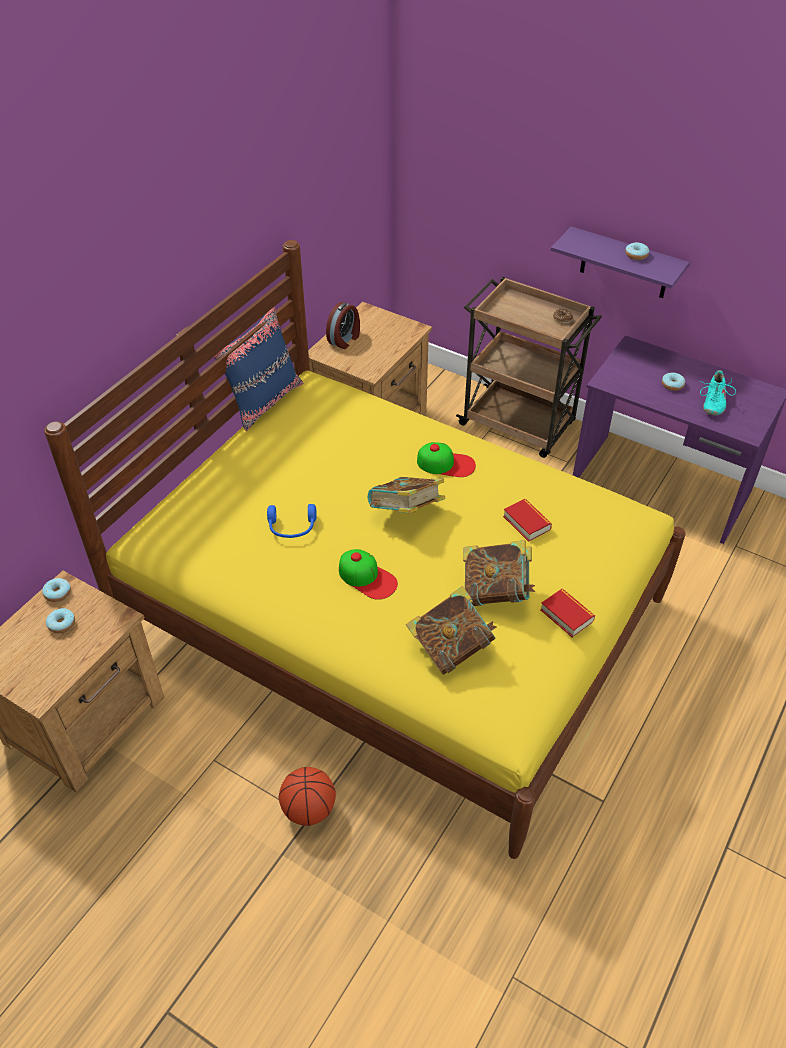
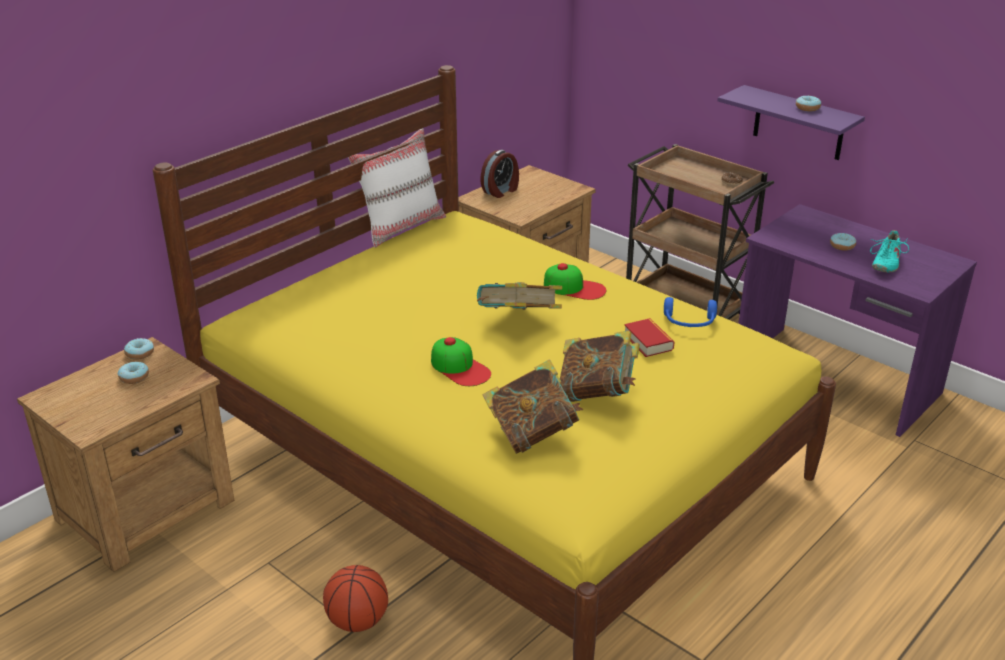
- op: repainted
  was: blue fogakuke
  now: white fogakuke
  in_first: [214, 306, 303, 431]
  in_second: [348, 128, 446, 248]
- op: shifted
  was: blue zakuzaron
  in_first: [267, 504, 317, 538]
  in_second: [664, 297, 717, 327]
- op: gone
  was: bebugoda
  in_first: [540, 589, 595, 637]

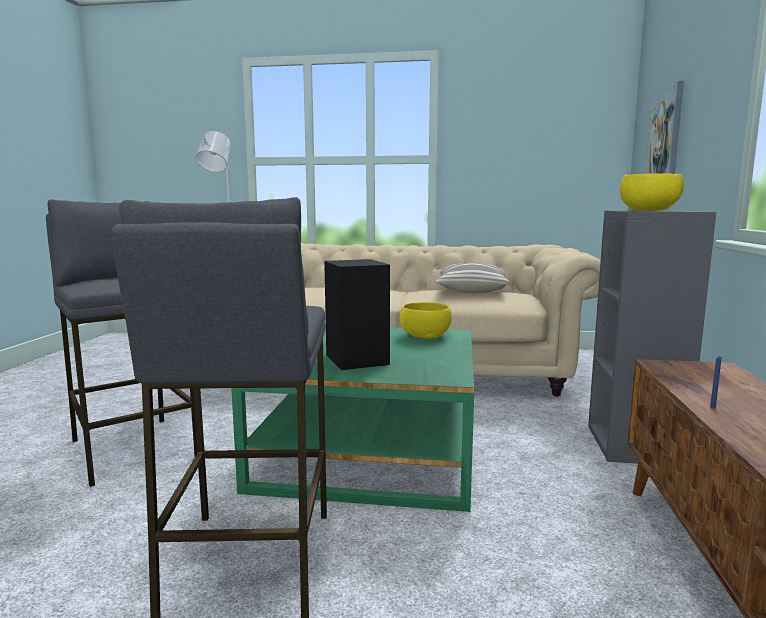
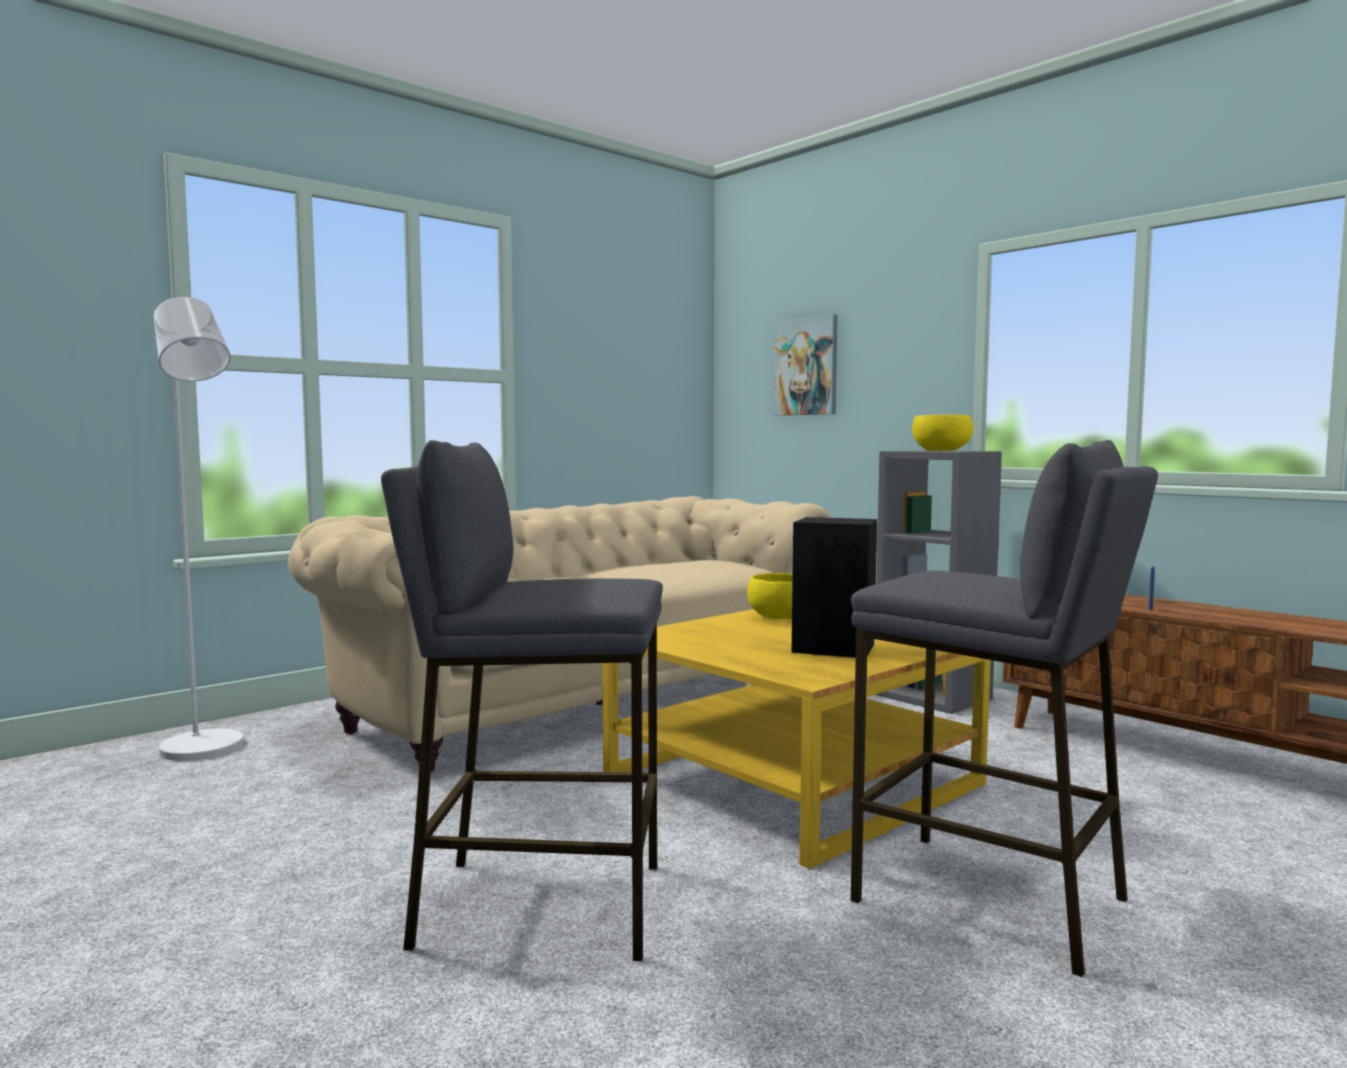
- op: repainted
  was: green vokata
  now: yellow vokata
  in_first: [231, 325, 474, 512]
  in_second: [602, 609, 990, 869]
- op: gone
  was: fogakuke
  in_first: [435, 263, 510, 293]

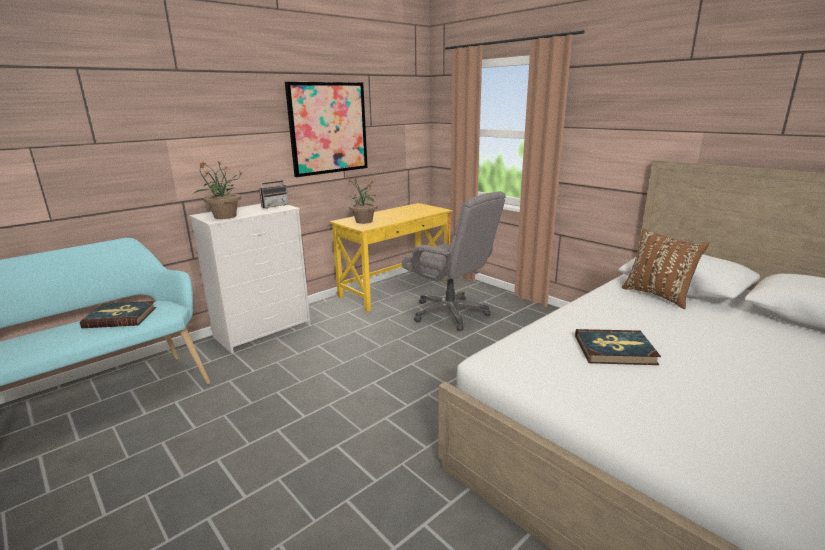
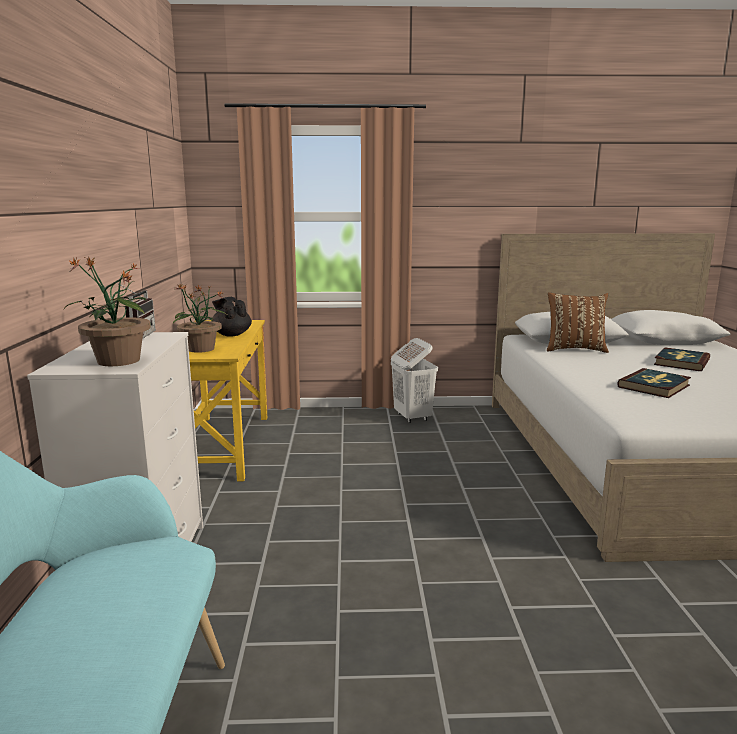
- op: shifted
  was: bebugoda
  in_first: [80, 301, 156, 328]
  in_second: [654, 347, 710, 371]
- op: gone
  was: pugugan
  in_first: [285, 82, 368, 177]
- op: gone
  was: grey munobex
  in_first: [402, 191, 506, 331]
- op: new
  now: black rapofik
  in_second: [212, 297, 252, 337]
- op: new
  now: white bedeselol
  in_second: [391, 338, 438, 423]

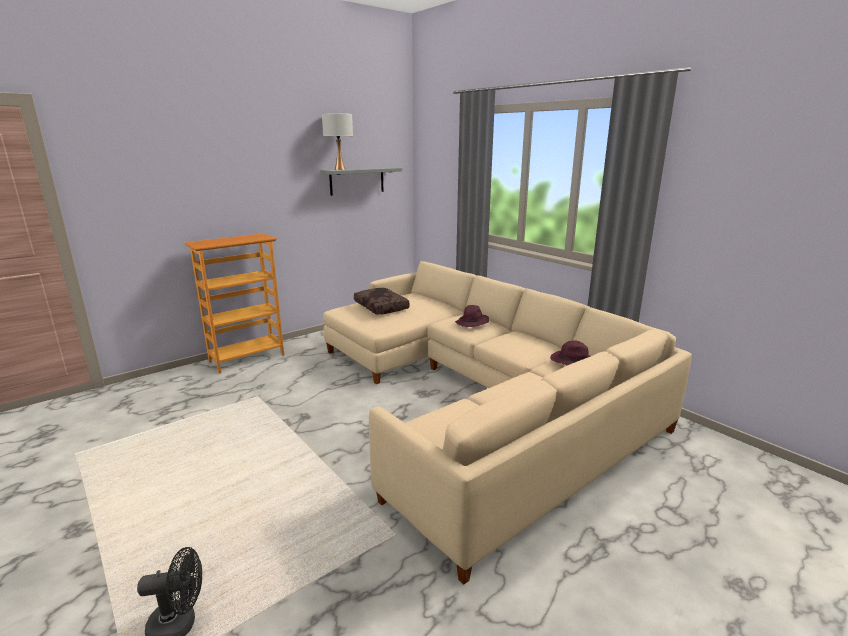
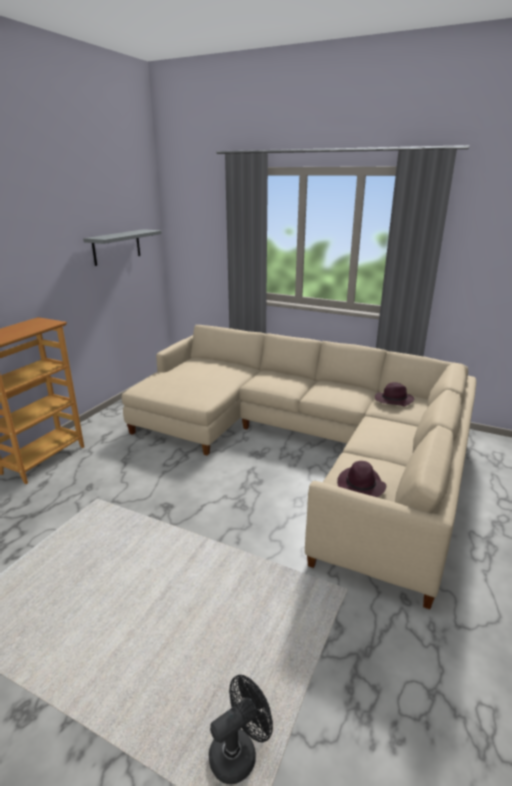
- op: gone
  was: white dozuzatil
  in_first: [322, 113, 353, 170]
- op: gone
  was: brown fogakuke
  in_first: [354, 288, 410, 315]
- op: shifted
  was: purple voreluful
  in_first: [455, 305, 489, 327]
  in_second: [337, 461, 386, 497]

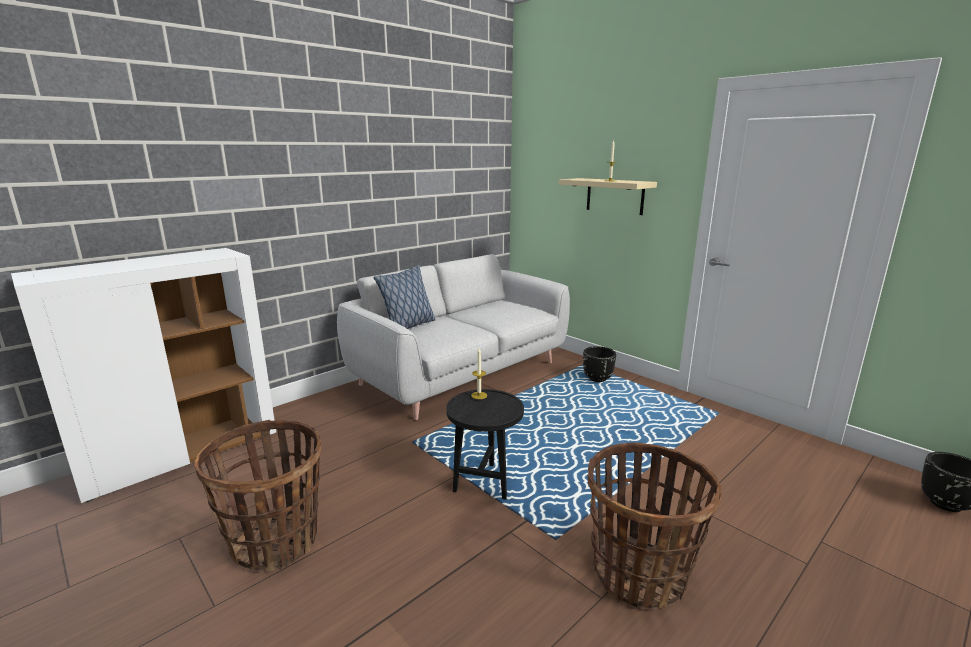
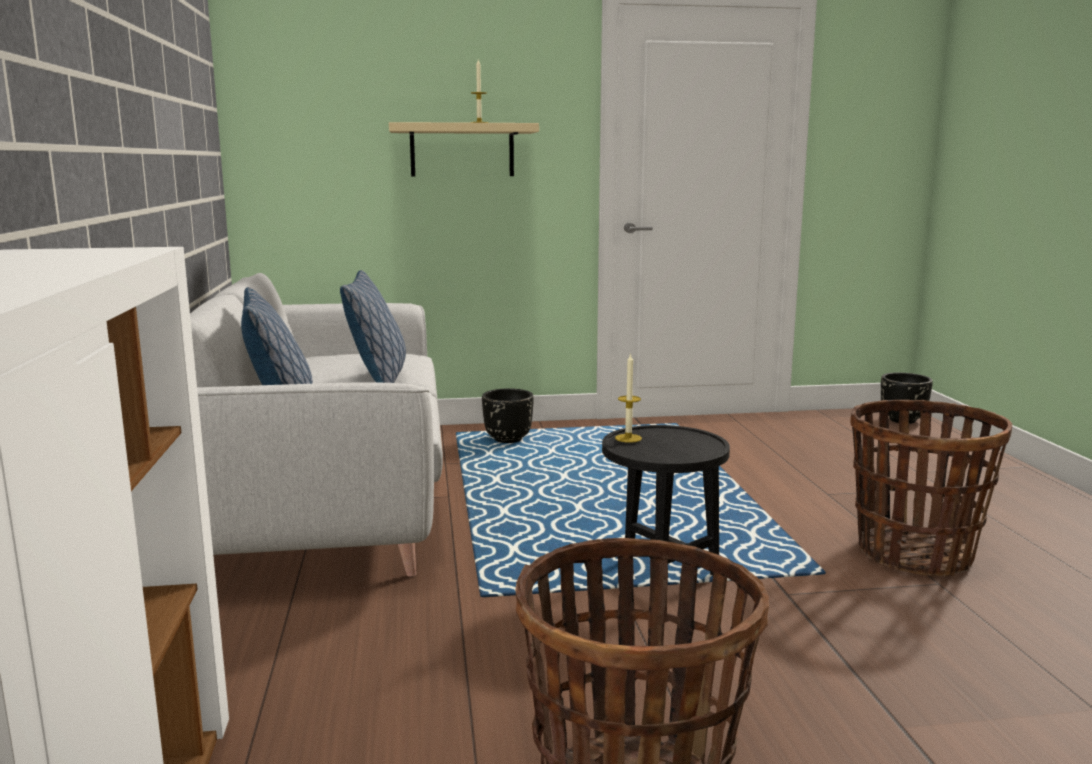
- op: new
  now: fogakuke
  in_second: [340, 270, 406, 383]

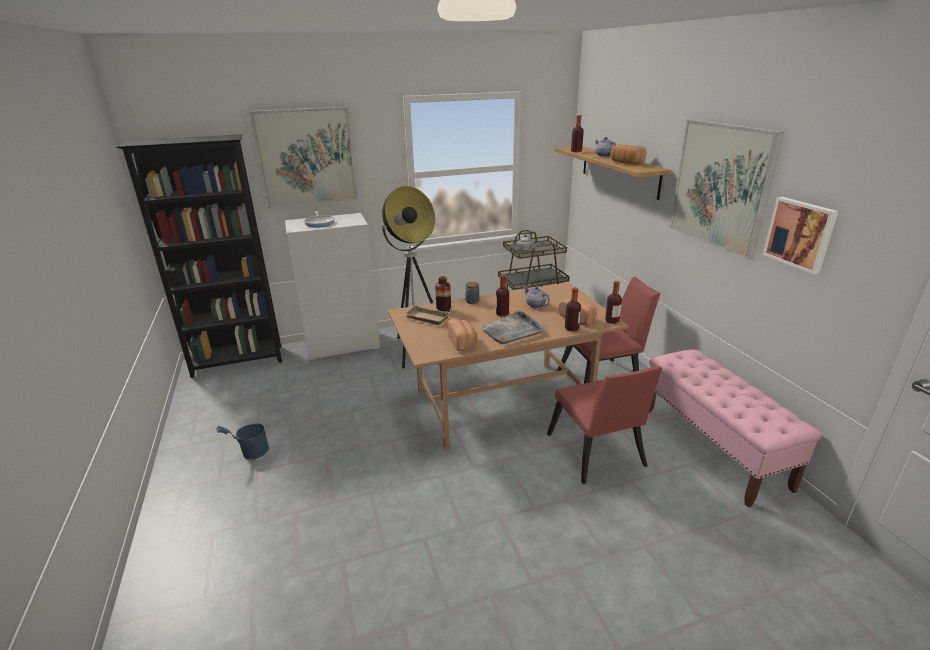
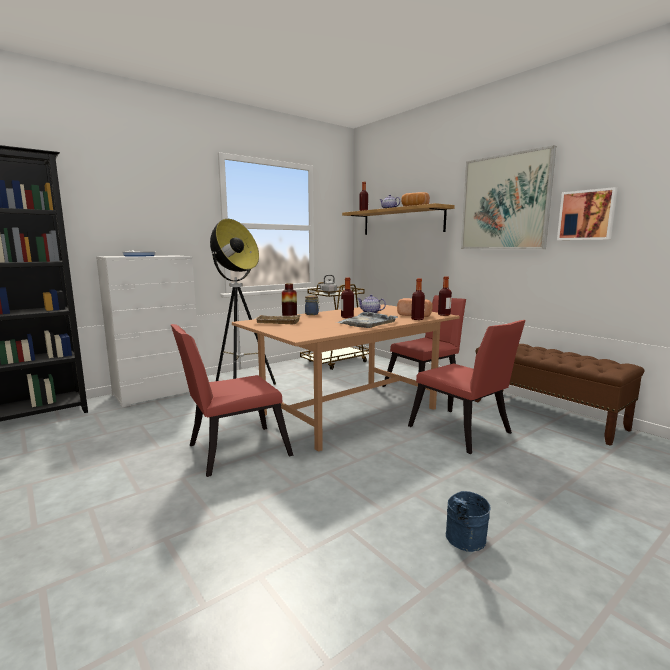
- op: shifted
  was: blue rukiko
  in_first: [216, 423, 269, 459]
  in_second: [446, 491, 491, 552]
- op: gone
  was: pugugan
  in_first: [249, 107, 358, 208]
- op: gone
  was: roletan
  in_first: [447, 319, 477, 351]
- op: repainted
  was: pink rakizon
  now: brown rakizon
  in_first: [649, 349, 822, 507]
  in_second: [475, 344, 644, 446]
- op: new
  now: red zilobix
  in_second: [171, 324, 293, 477]

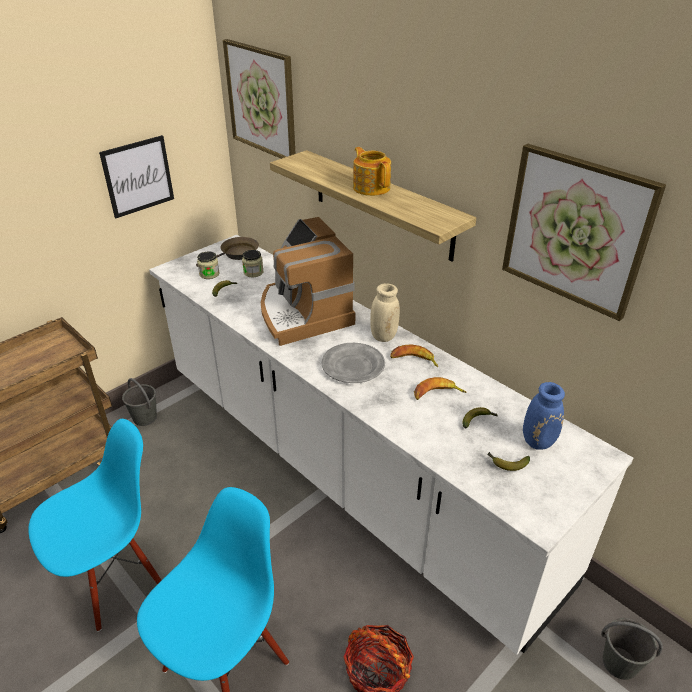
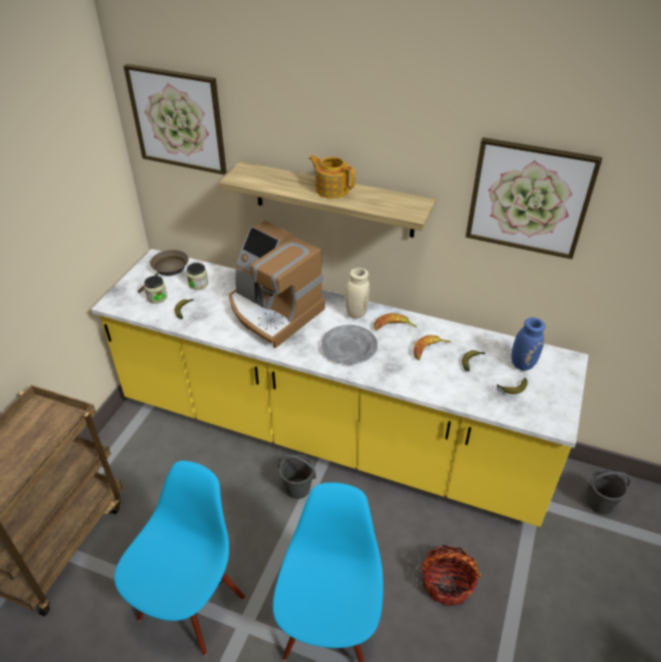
- op: gone
  was: pugugan
  in_first: [99, 135, 174, 218]
- op: shifted
  was: grey rukiko
  in_first: [122, 378, 157, 426]
  in_second: [278, 455, 316, 499]
- op: repainted
  was: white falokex
  now: yellow falokex
  in_first: [149, 235, 633, 655]
  in_second: [91, 249, 588, 527]

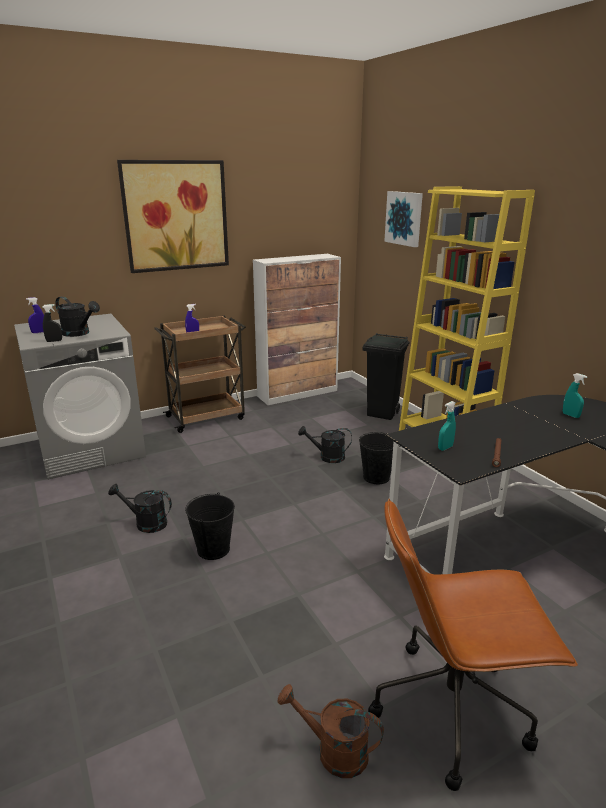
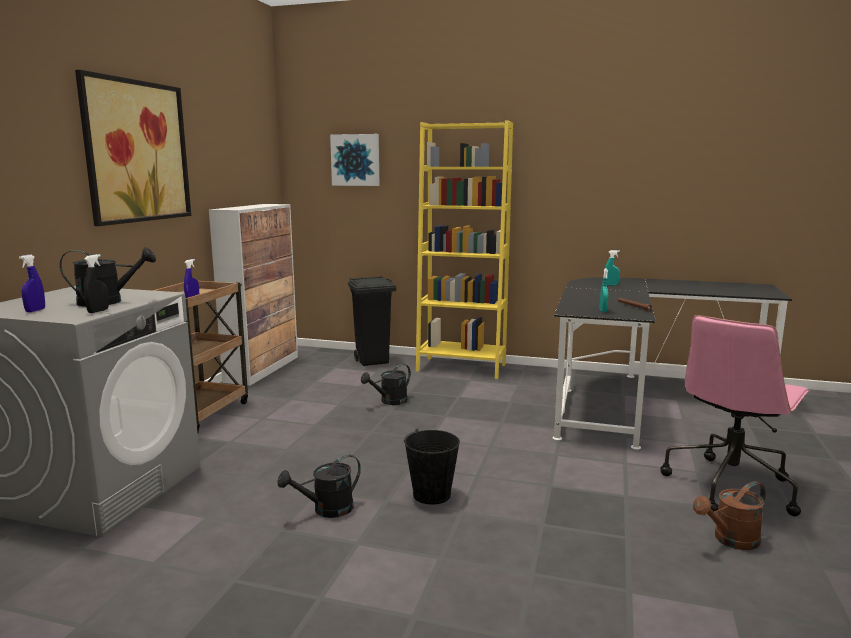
- op: gone
  was: black rukiko
  in_first: [359, 432, 394, 484]
- op: repainted
  was: brown munobex
  now: pink munobex
  in_first: [368, 499, 578, 791]
  in_second: [660, 315, 809, 516]

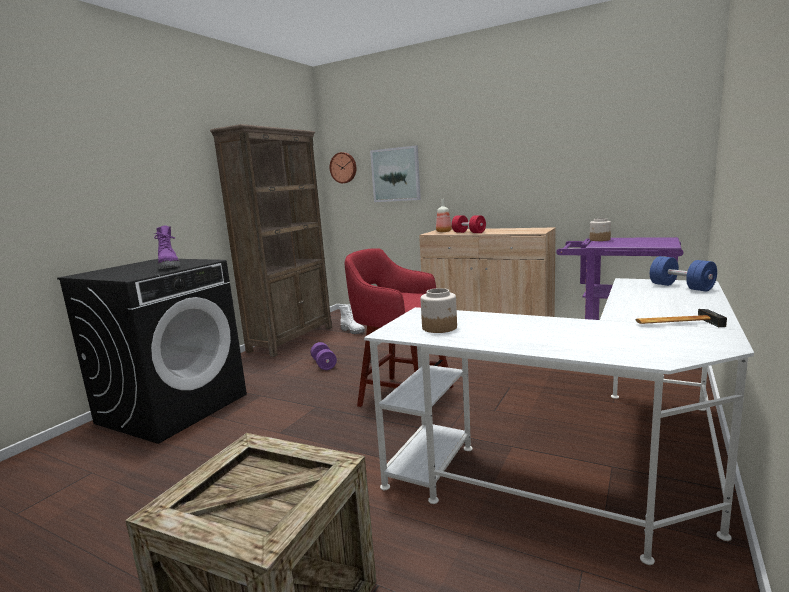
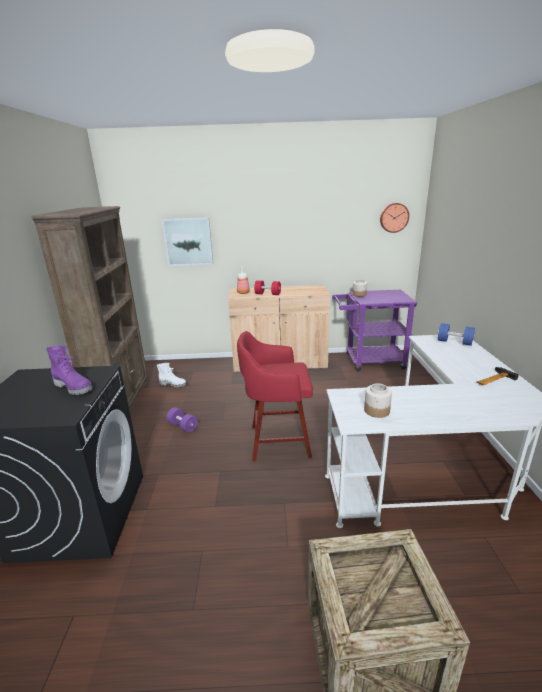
- op: shifted
  was: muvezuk
  in_first: [330, 152, 357, 183]
  in_second: [380, 203, 409, 233]

